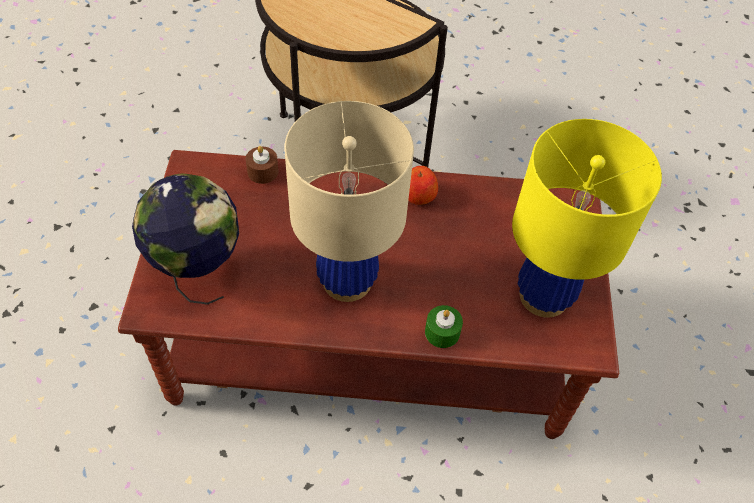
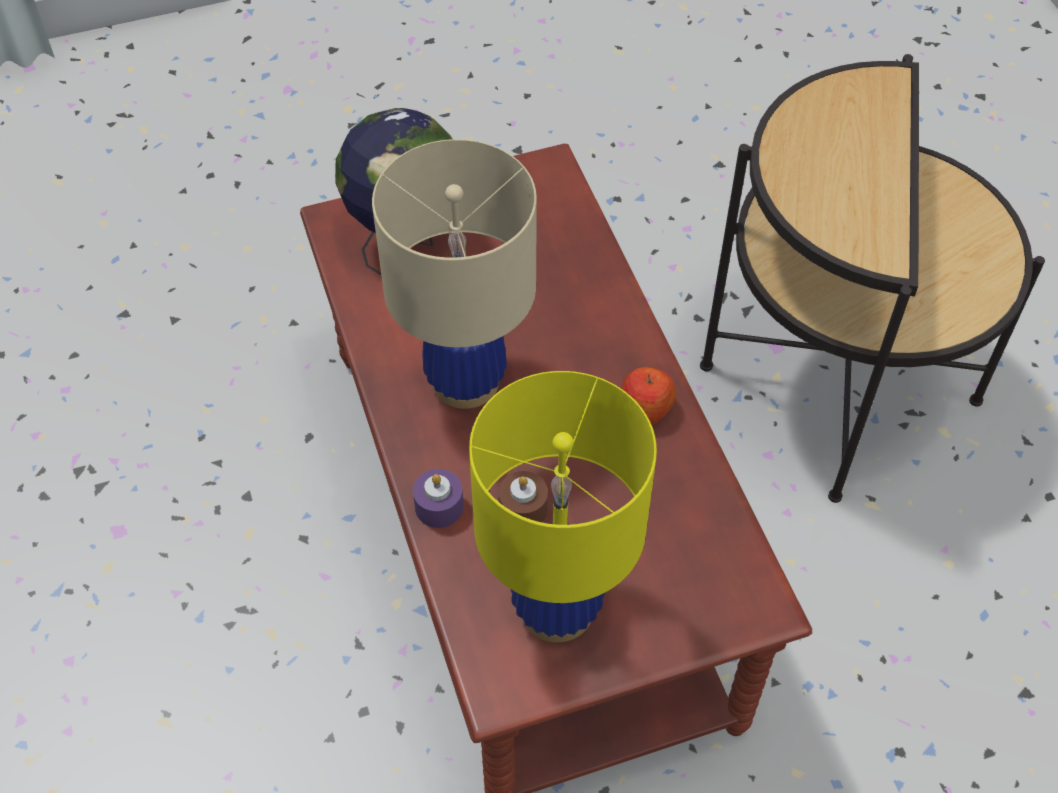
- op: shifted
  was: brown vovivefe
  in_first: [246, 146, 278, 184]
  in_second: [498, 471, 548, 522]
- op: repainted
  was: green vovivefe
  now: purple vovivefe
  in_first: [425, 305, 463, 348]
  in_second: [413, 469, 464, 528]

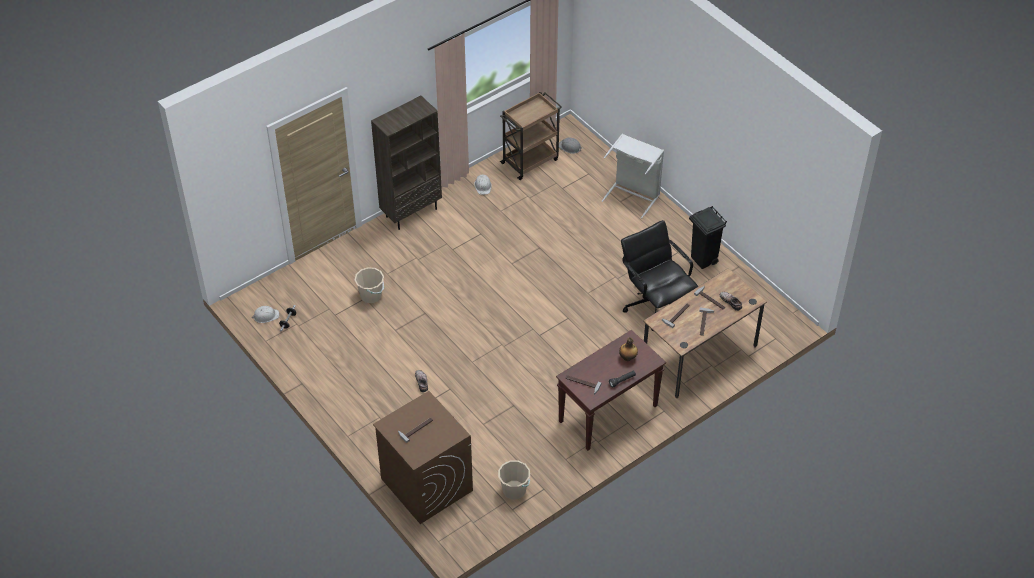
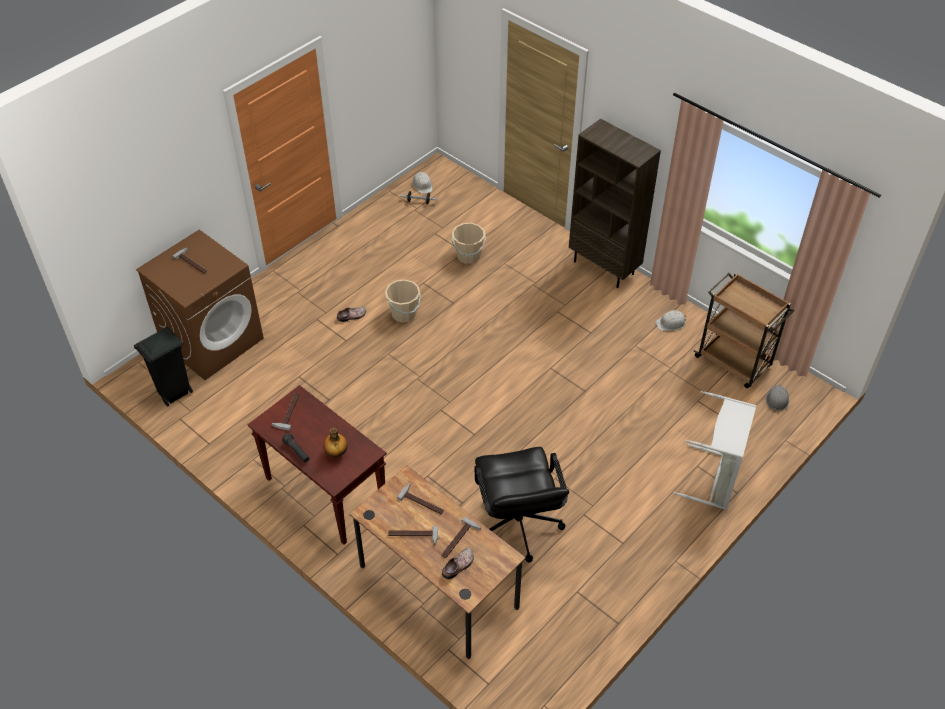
- op: shifted
  was: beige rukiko
  in_first: [498, 460, 530, 499]
  in_second: [385, 279, 421, 322]
- op: rotated
  was: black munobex
  in_first: [621, 220, 698, 331]
  in_second: [475, 447, 569, 563]
  clockwise: 120
- op: shifted
  was: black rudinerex
  in_first: [689, 206, 727, 269]
  in_second: [134, 327, 193, 406]

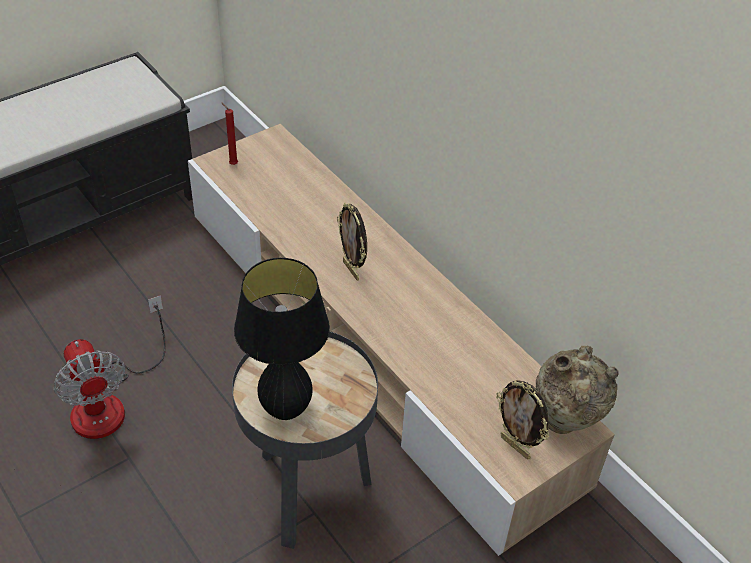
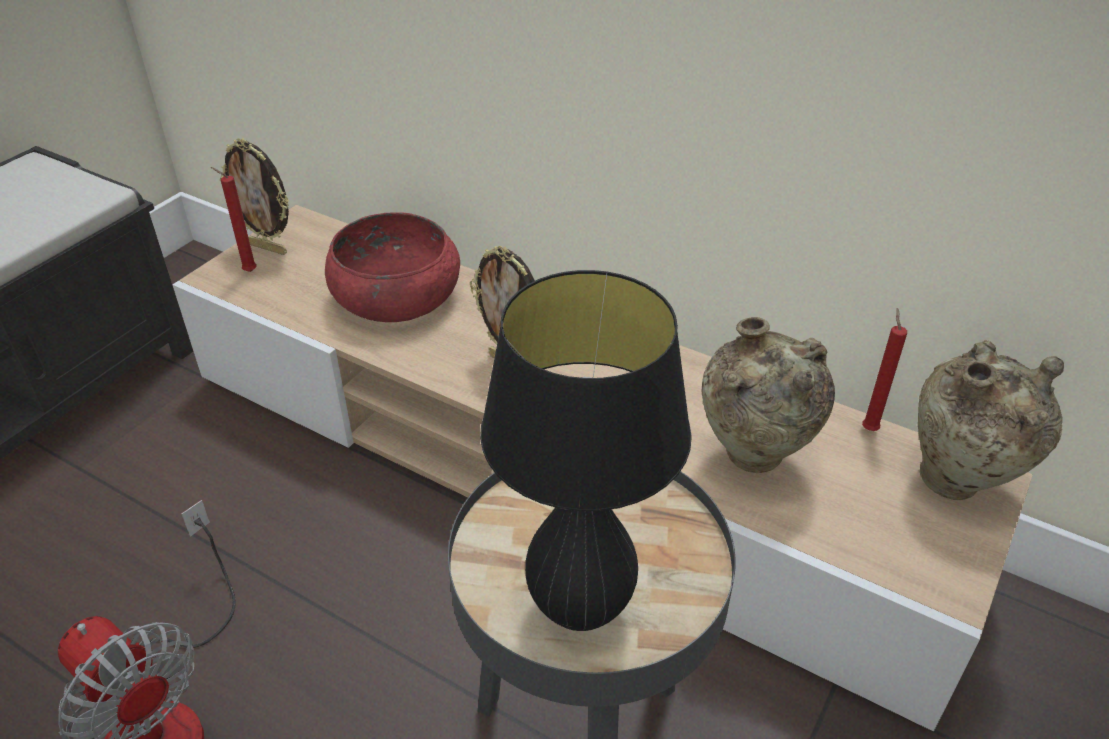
- op: shifted
  was: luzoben
  in_first: [496, 380, 549, 459]
  in_second: [220, 138, 289, 255]
- op: new
  now: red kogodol
  in_second: [325, 212, 460, 322]
- op: new
  now: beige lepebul
  in_second: [701, 317, 835, 473]
- op: new
  now: red vovivefe
  in_second: [862, 308, 907, 431]

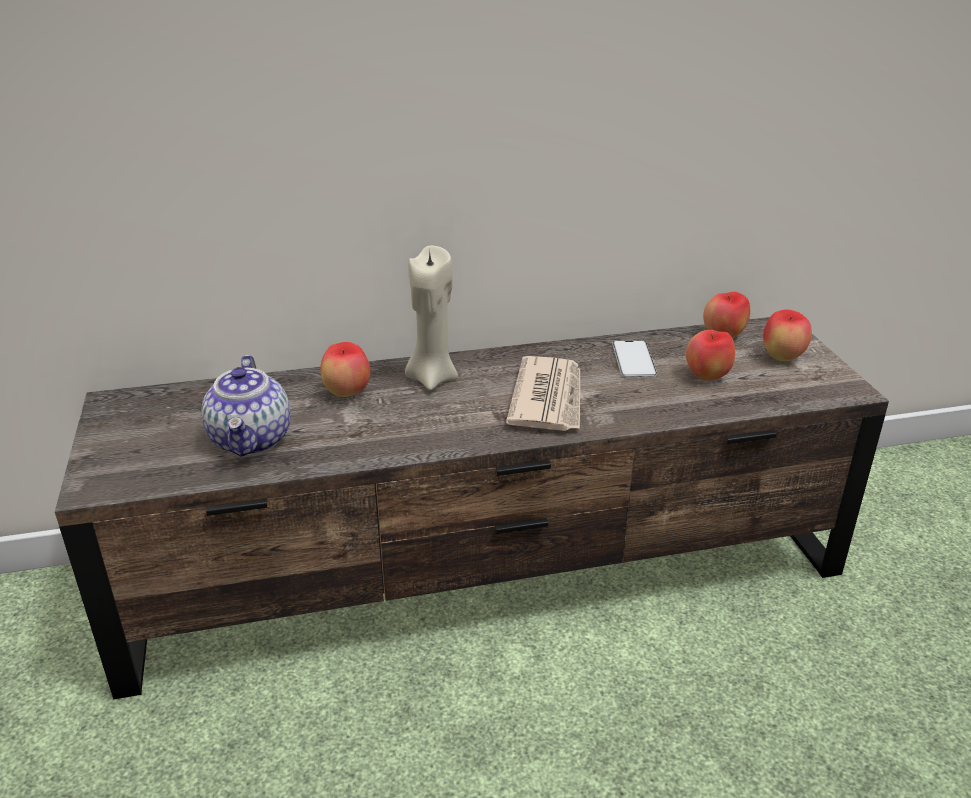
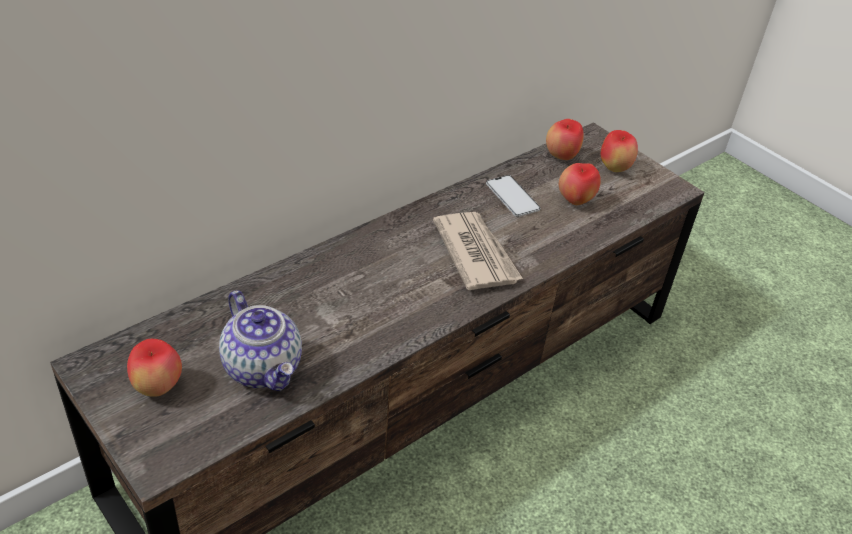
- op: shifted
  was: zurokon
  in_first: [320, 342, 370, 397]
  in_second: [127, 339, 182, 397]
- op: gone
  was: beige vovivefe
  in_first: [405, 246, 458, 390]

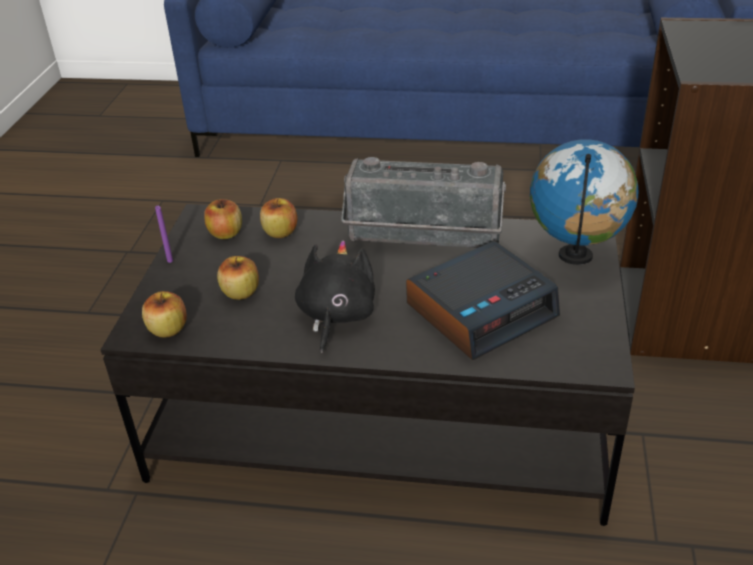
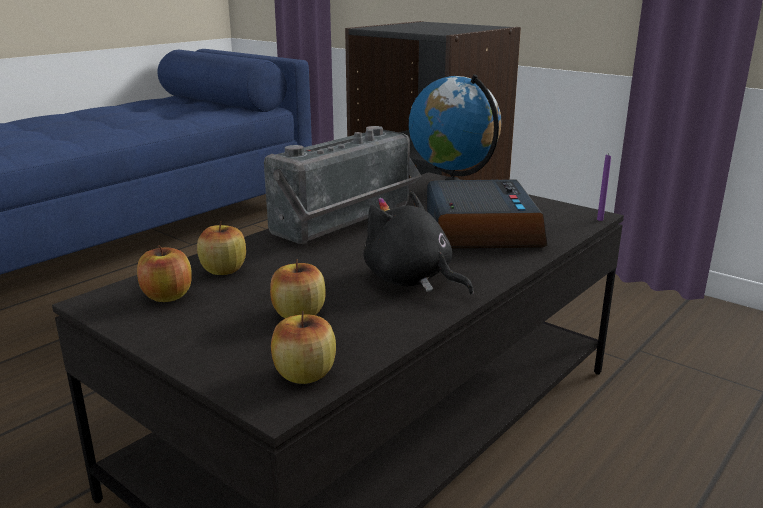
- op: shifted
  was: purple vovivefe
  in_first: [155, 205, 173, 263]
  in_second: [597, 153, 611, 221]

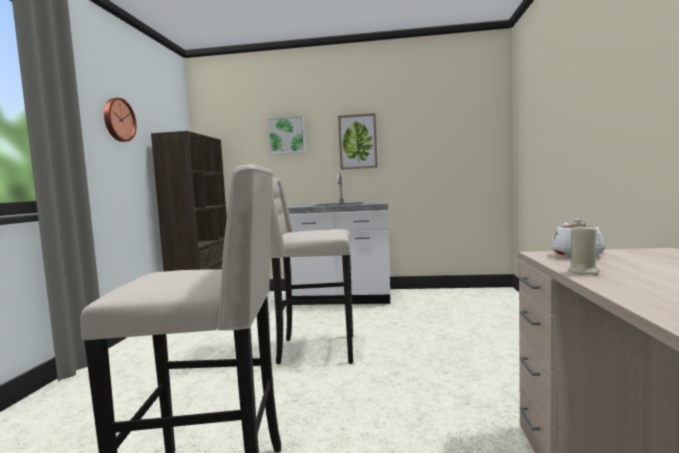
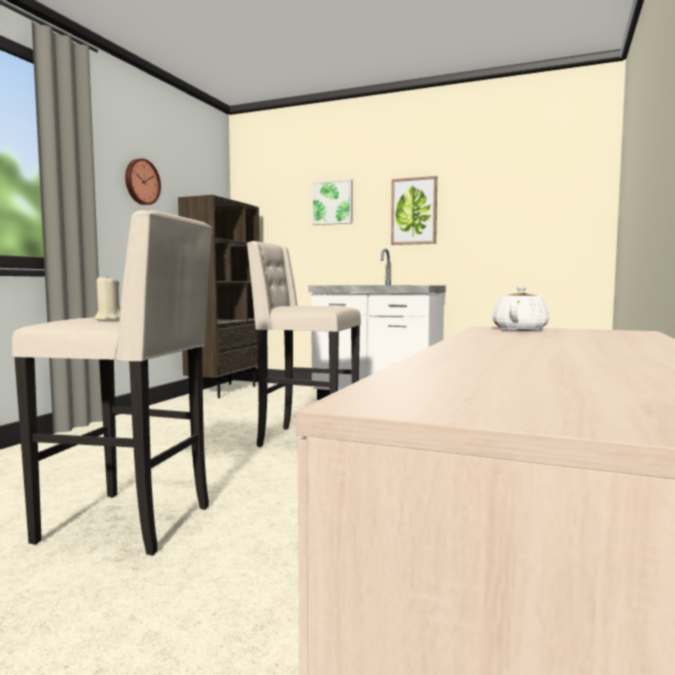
- op: shifted
  was: beige vovivefe
  in_first: [568, 223, 600, 275]
  in_second: [94, 275, 120, 320]

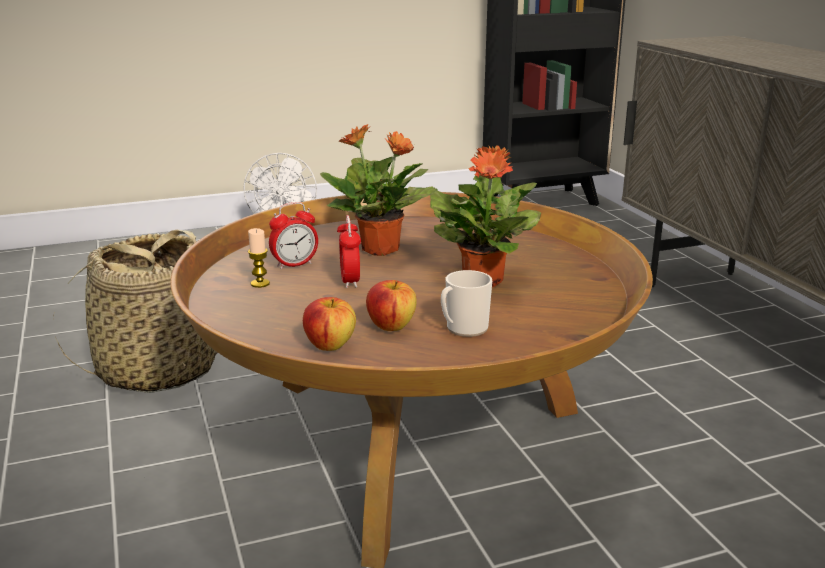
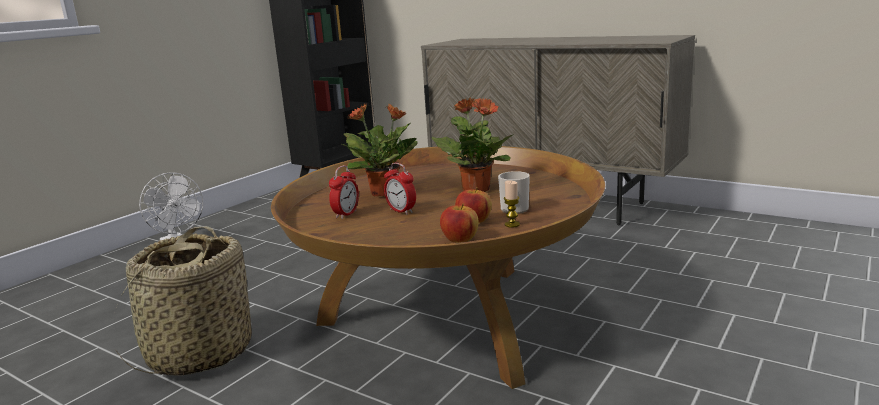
- op: shifted
  was: vovivefe
  in_first: [248, 228, 270, 288]
  in_second: [504, 180, 520, 227]

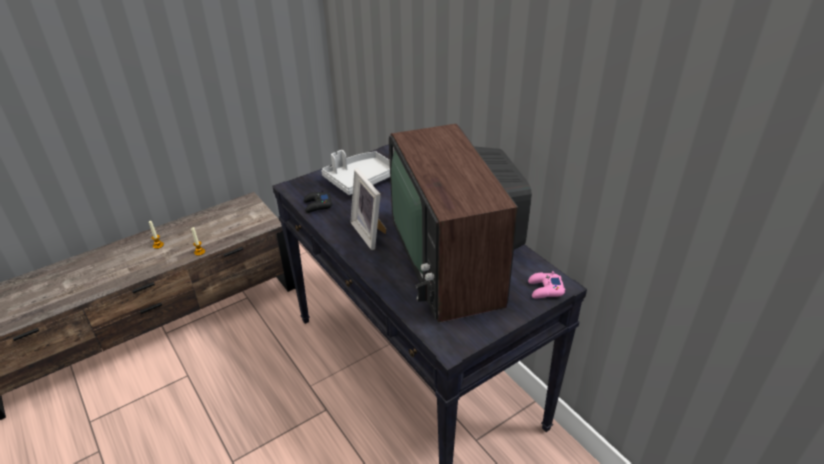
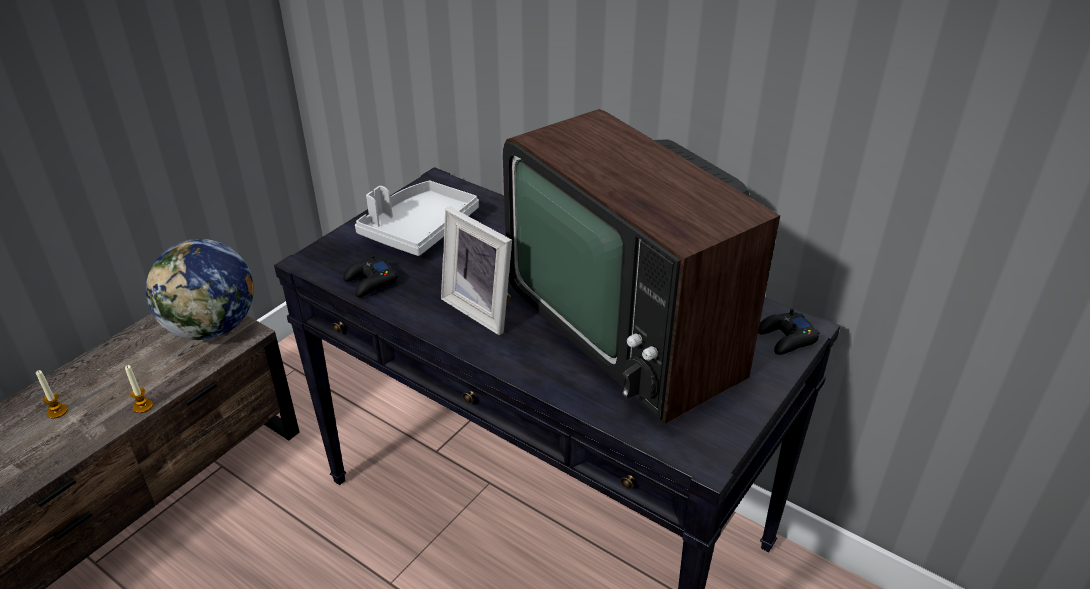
- op: repainted
  was: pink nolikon
  now: black nolikon
  in_first: [528, 271, 565, 298]
  in_second: [758, 309, 820, 355]
- op: new
  now: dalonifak
  in_second: [146, 239, 254, 340]

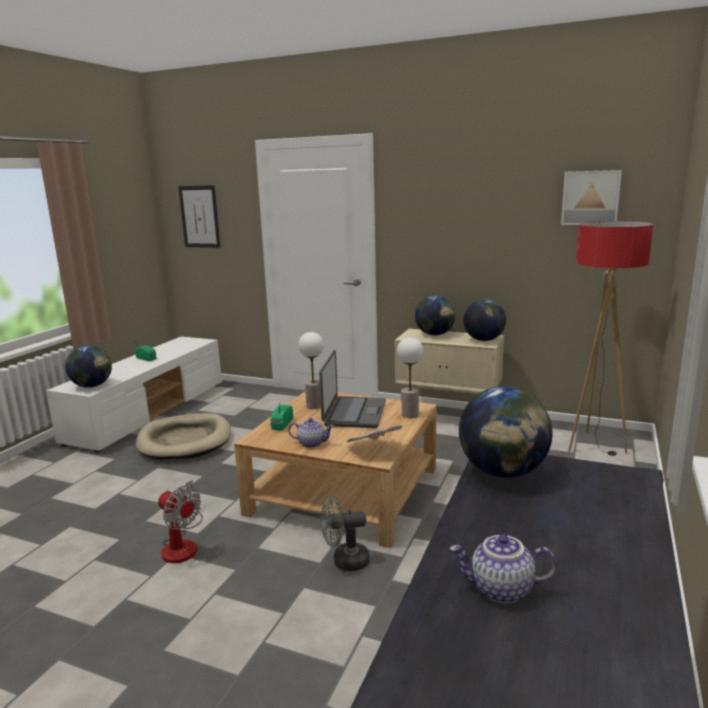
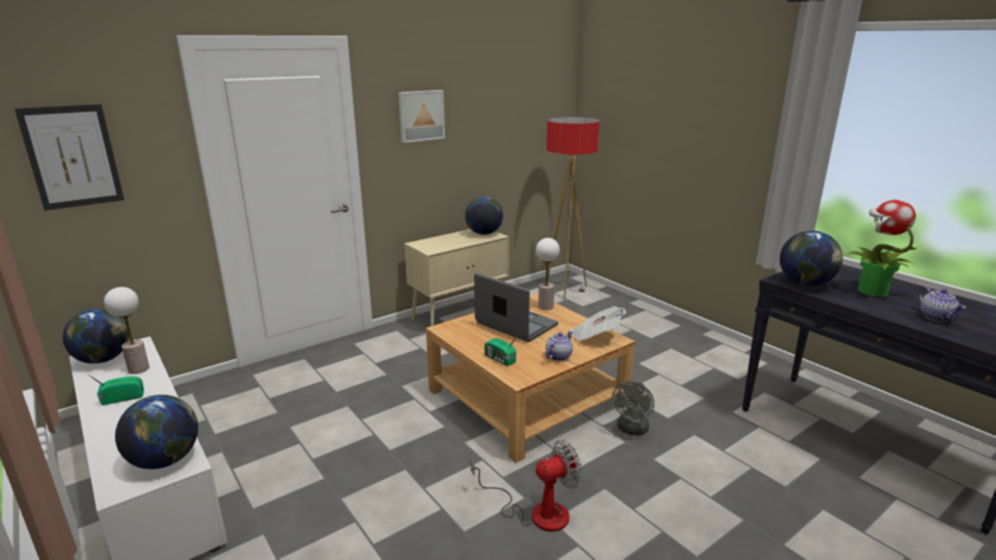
- op: gone
  was: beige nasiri
  in_first: [136, 413, 231, 460]
- op: shifted
  was: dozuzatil
  in_first: [299, 332, 324, 409]
  in_second: [104, 287, 150, 374]
- op: shifted
  was: dalonifak
  in_first: [415, 296, 455, 335]
  in_second: [63, 309, 129, 364]
- op: rotated
  was: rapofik
  in_first: [450, 534, 557, 604]
  in_second: [918, 287, 966, 322]
  clockwise: -45
- op: shifted
  was: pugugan
  in_first: [561, 170, 622, 225]
  in_second: [398, 90, 445, 143]
- op: new
  now: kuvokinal
  in_second: [846, 200, 918, 297]

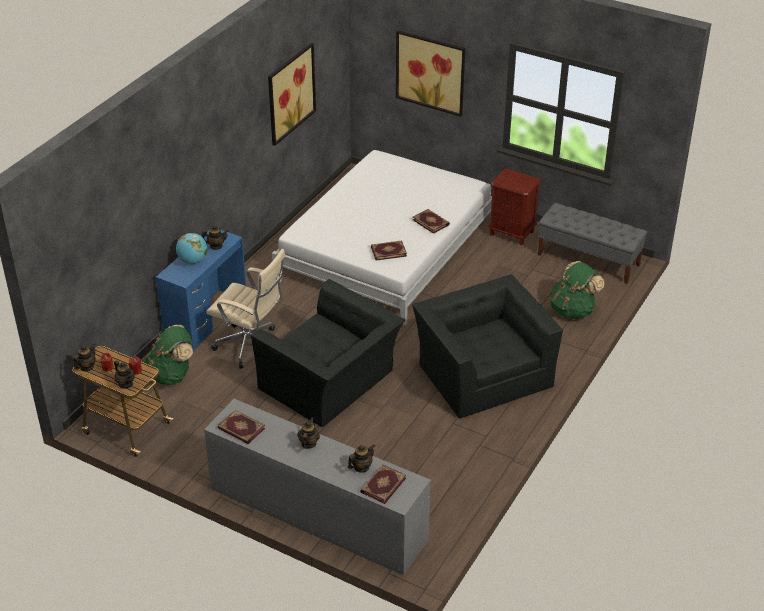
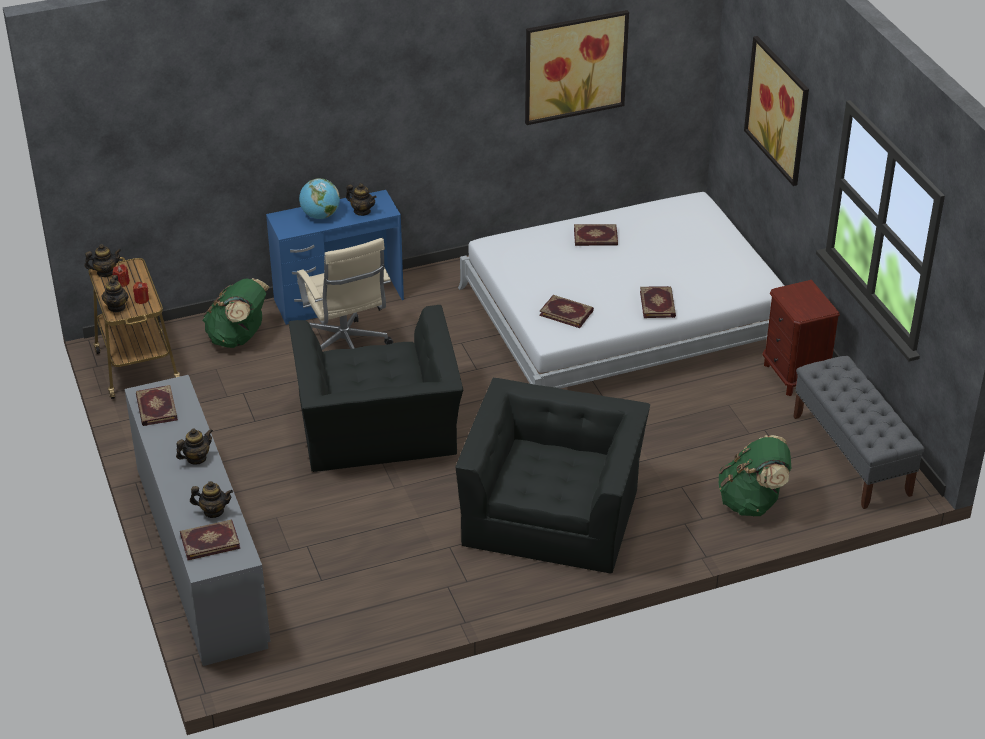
- op: new
  now: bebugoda
  in_second: [574, 224, 618, 246]

